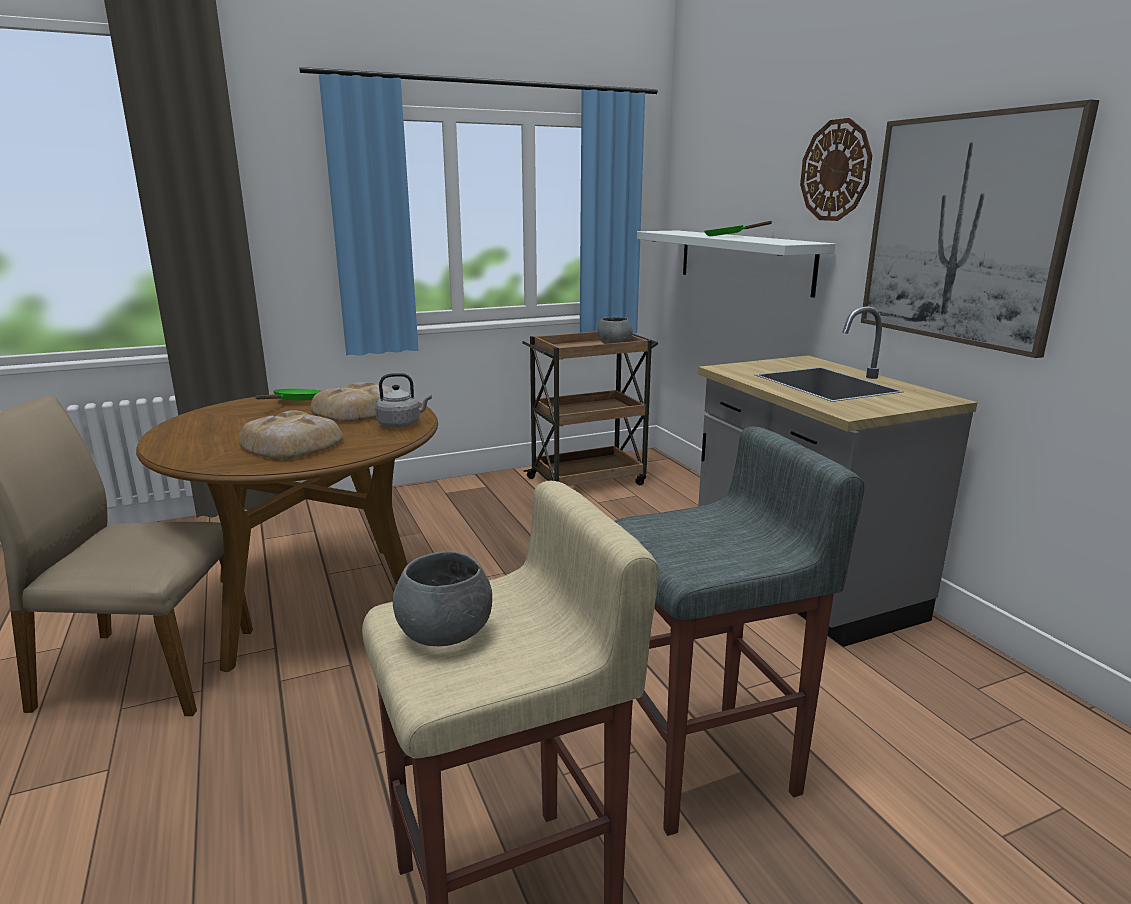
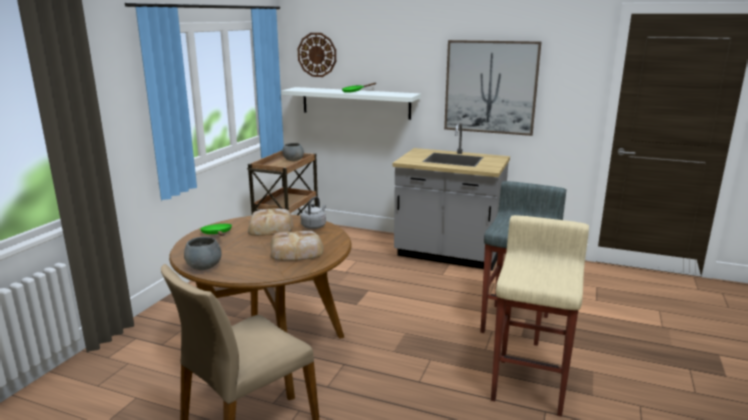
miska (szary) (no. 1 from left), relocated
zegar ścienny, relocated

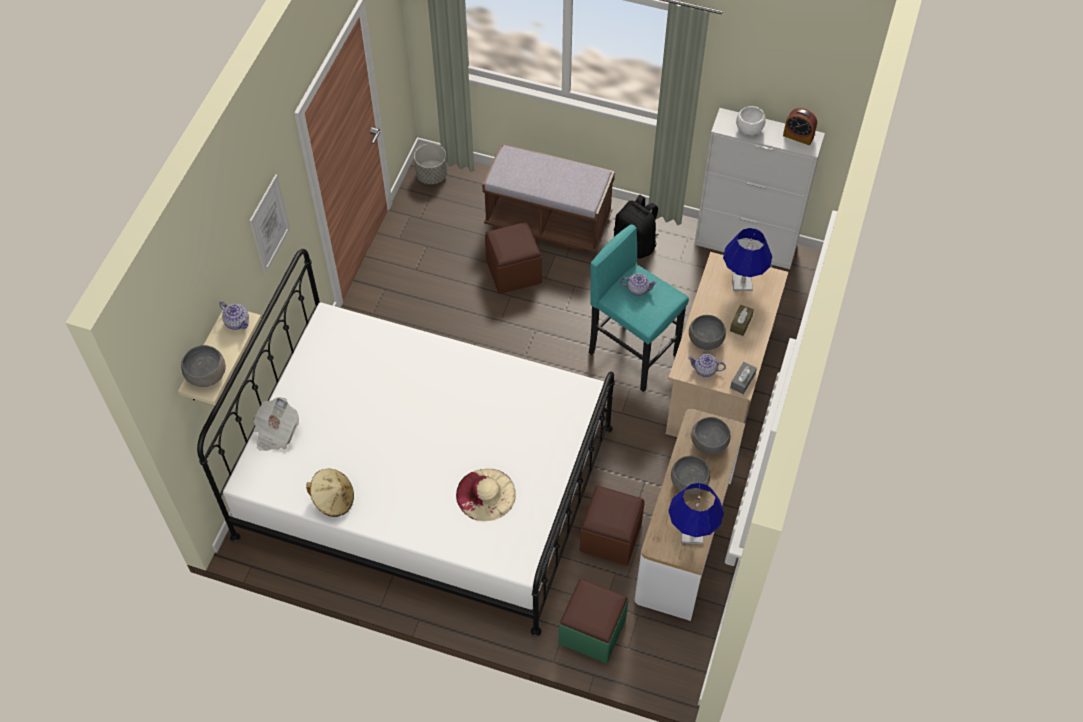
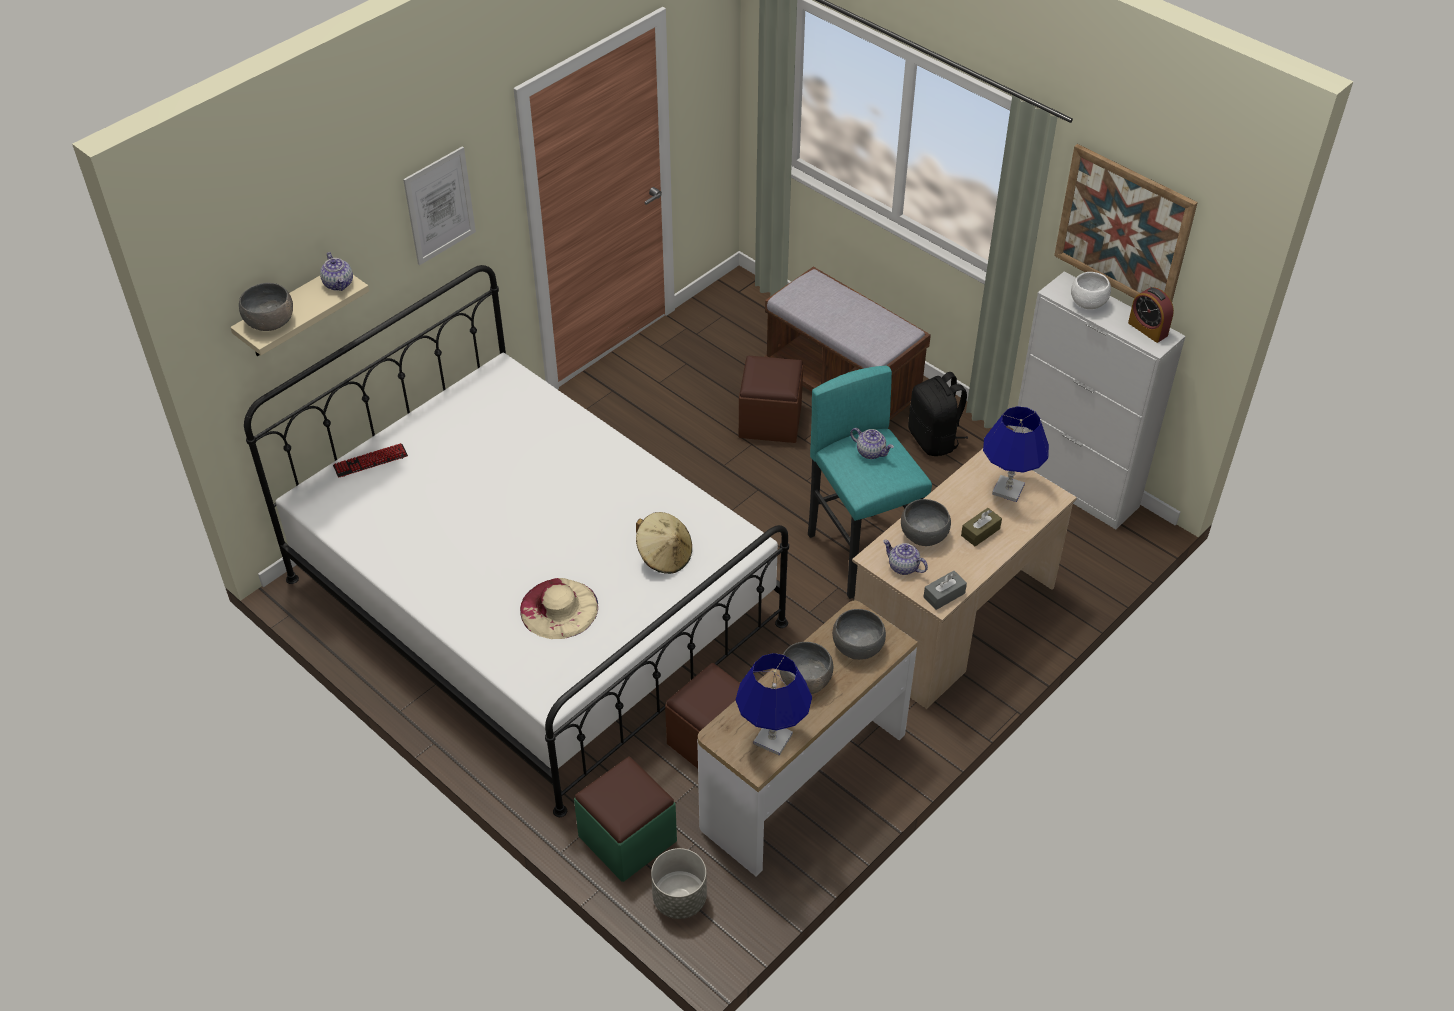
gazeta → klawiatura
kapelusz (beżowy) (no. 1 from left in the first image) → kapelusz (beżowy) (no. 2 from left), relocated
donica (szary), relocated
- → obraz (no. 2 from left)

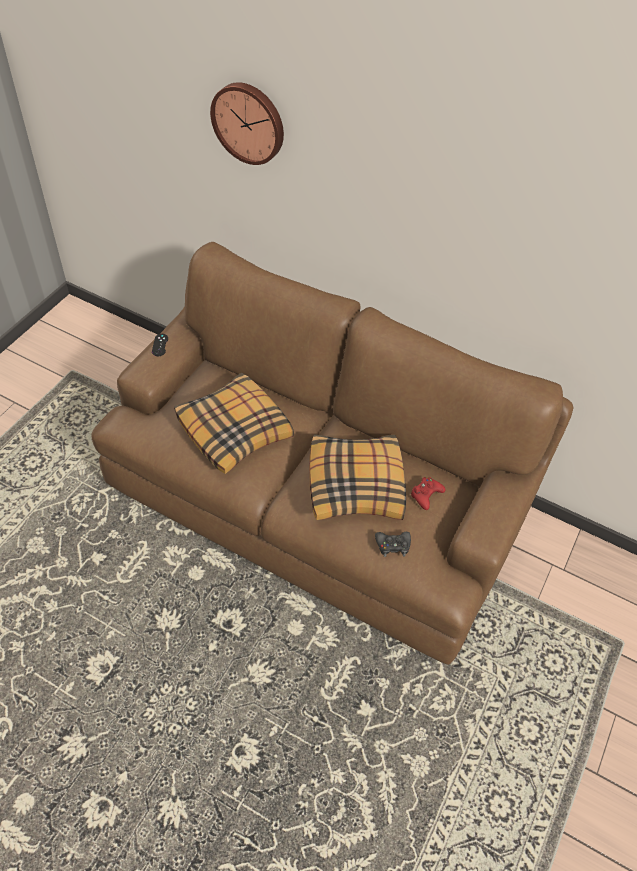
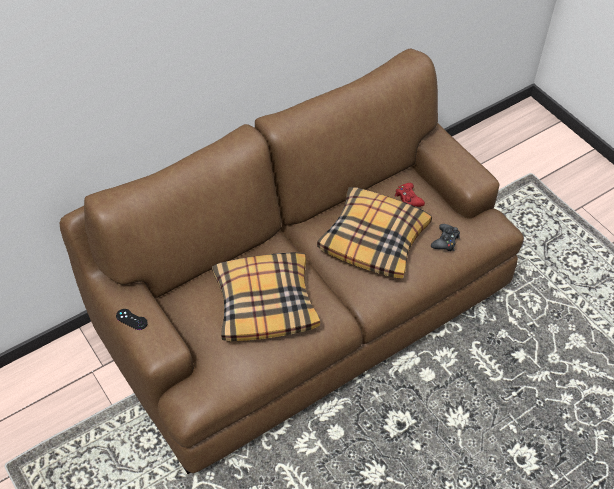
zegar ścienny → -

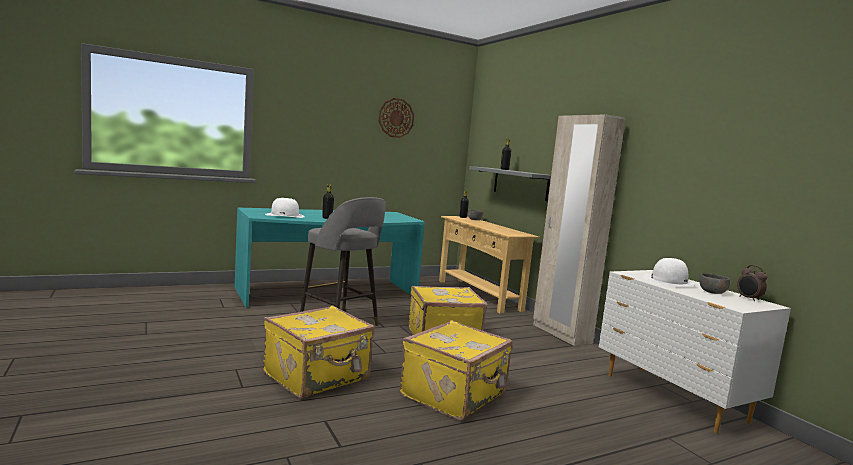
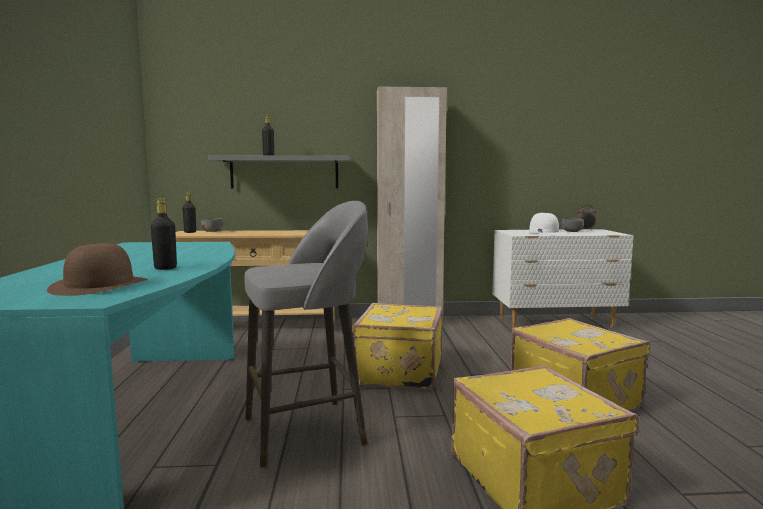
kapelusz (biały) (no. 1 from left) → kapelusz (brązowy)
zegar ścienny → -

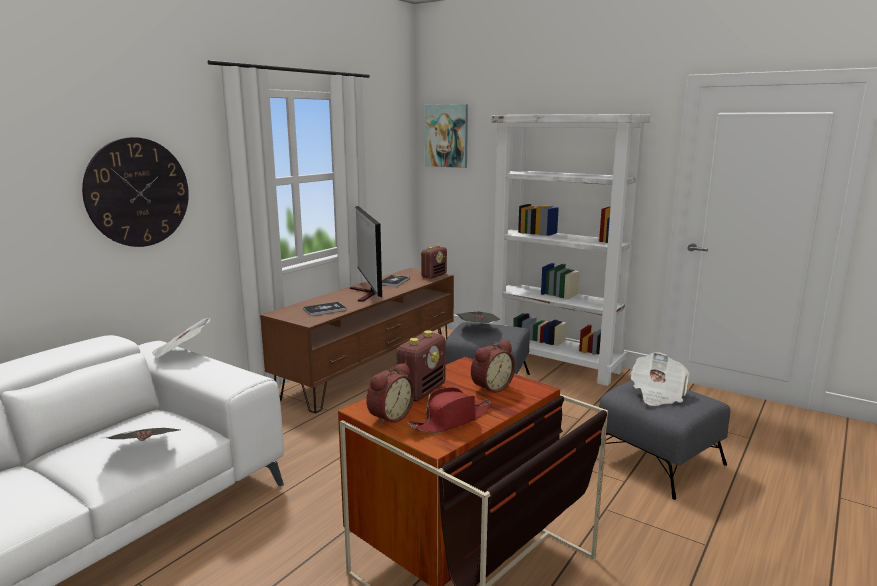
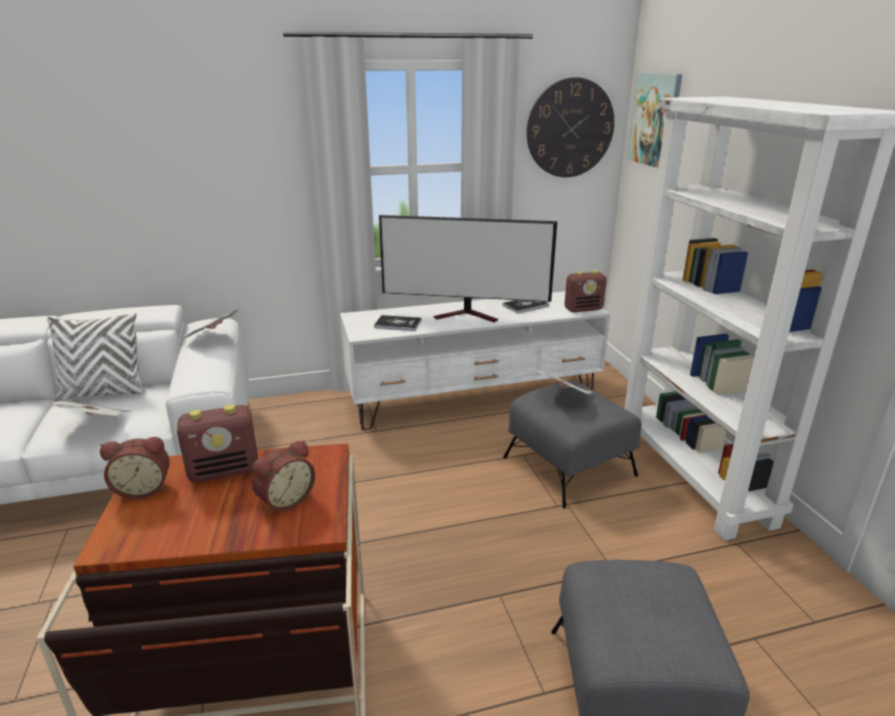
- → poduszka (biały)
budzik (no. 2 from left), 45 degrees counterclockwise
szafka pod telewizor (brązowy) → szafka pod telewizor (biały)
telewizor, 105 degrees counterclockwise
zegar ścienny, relocated
kapelusz (czerwony) → -
gazeta (no. 4 from left) → -

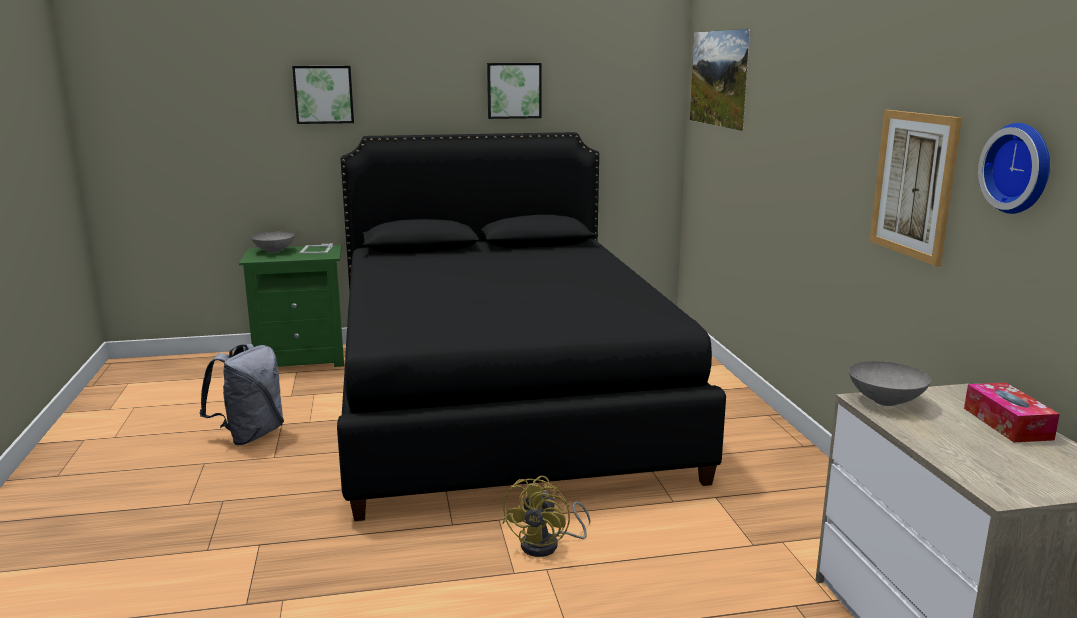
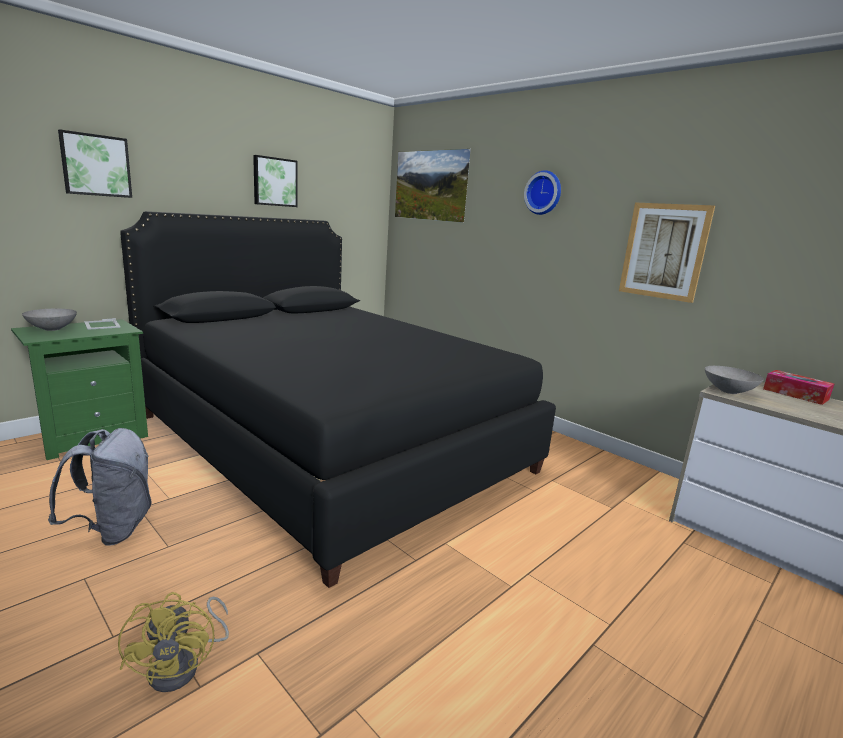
wentylator (żółty), relocated
zegar ścienny, relocated

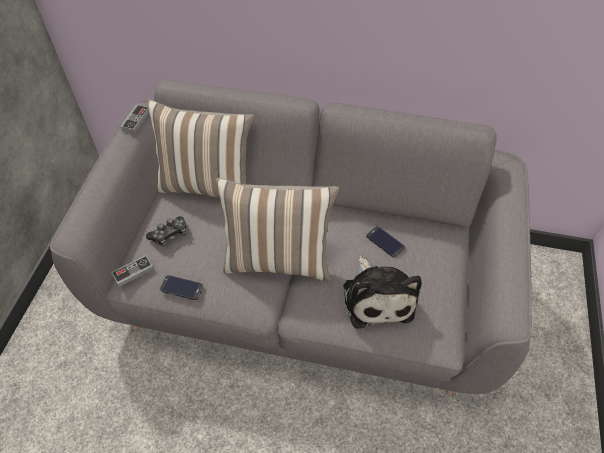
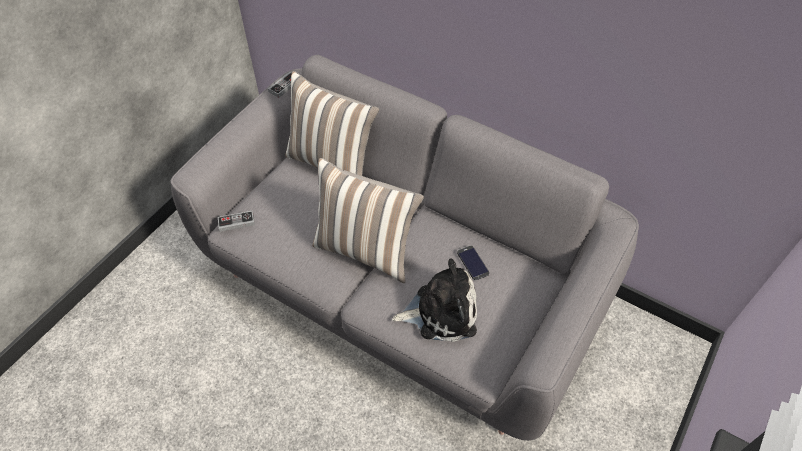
pluszak, 105 degrees counterclockwise
pad do gier (no. 3 from left) → -
telefon (no. 1 from left) → -

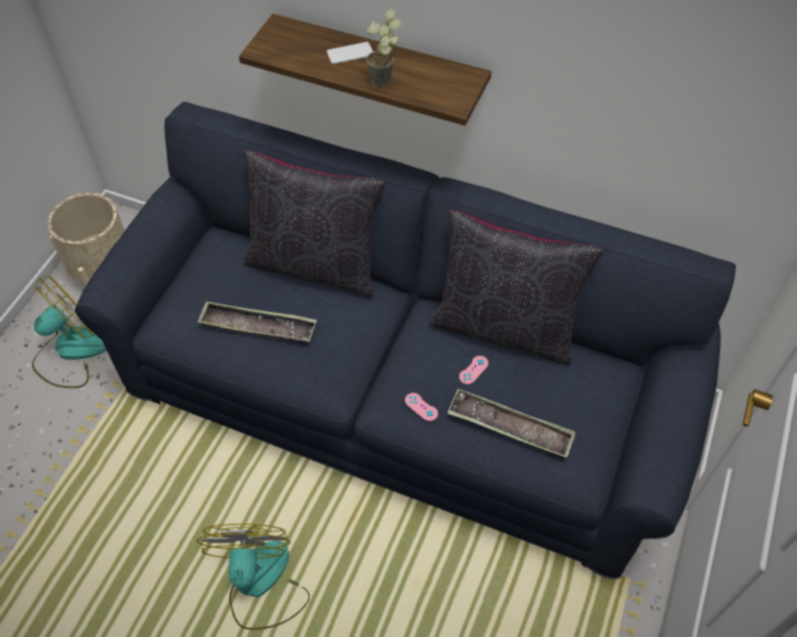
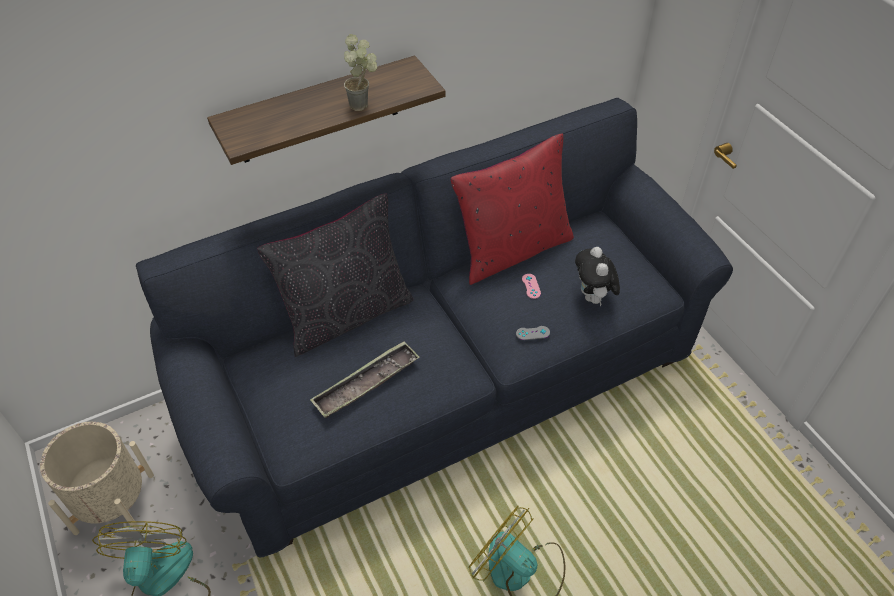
poduszka (czarny) (no. 2 from left) → poduszka (czerwony)
pad do gier (różowy) (no. 1 from left) → pad do gier (szary)
taca (no. 2 from left) → pluszak
telefon → -

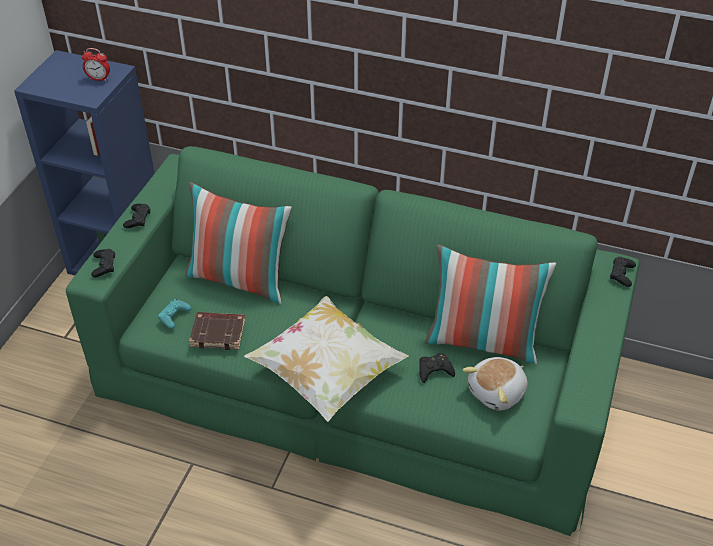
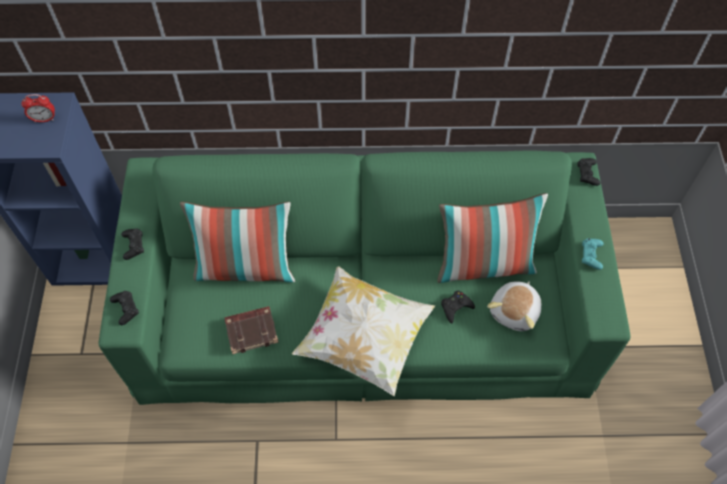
pad do gier (turkusowy), relocated

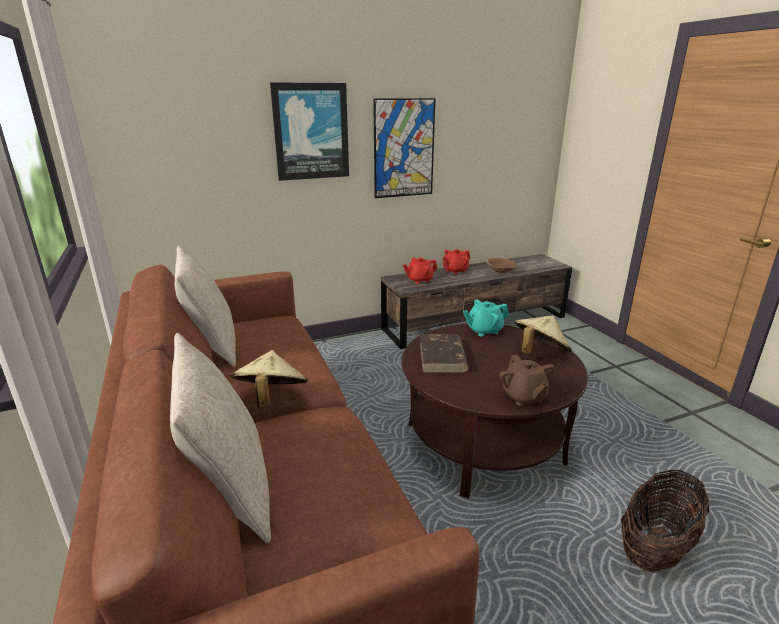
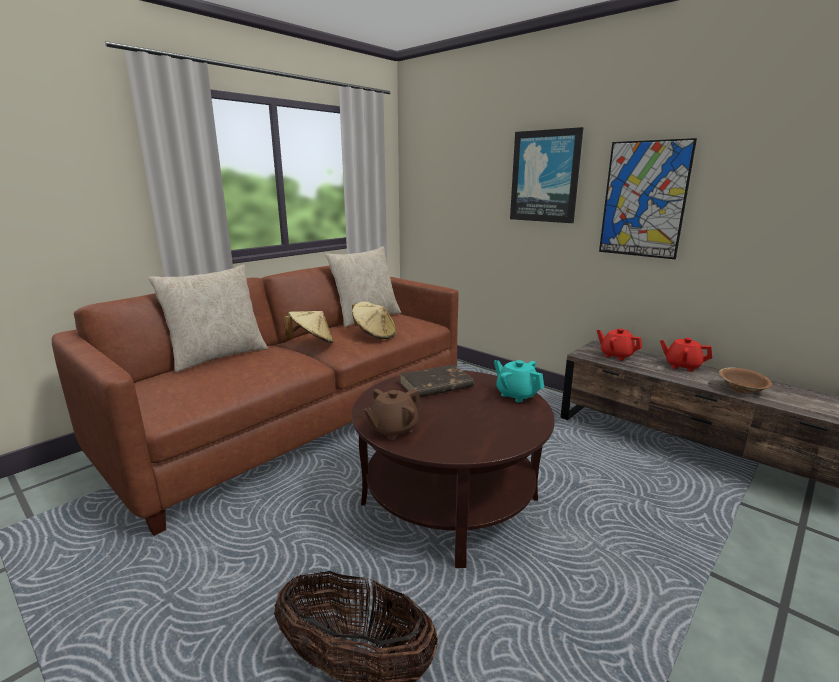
kapelusz (beżowy) (no. 2 from left), relocated

